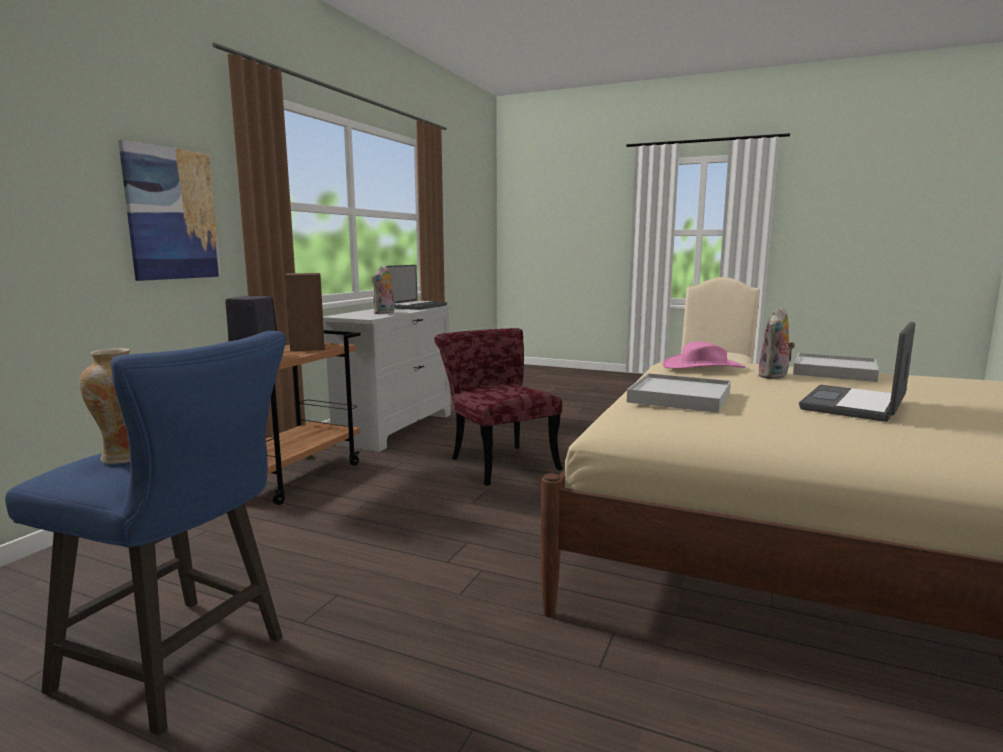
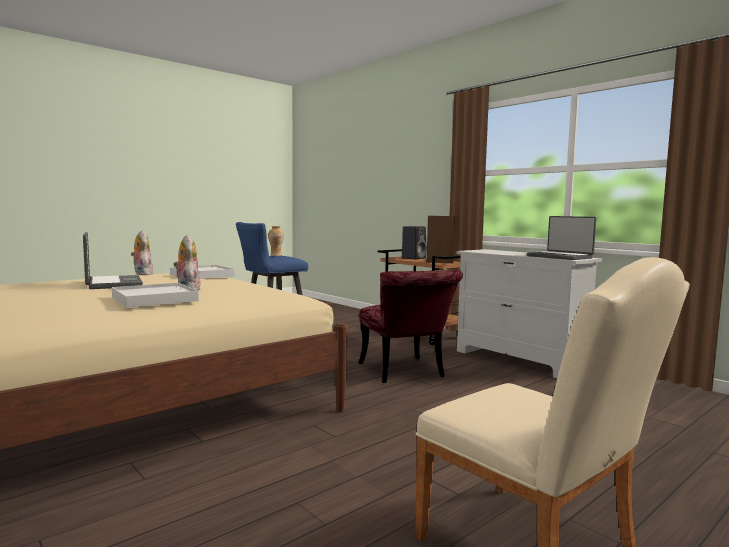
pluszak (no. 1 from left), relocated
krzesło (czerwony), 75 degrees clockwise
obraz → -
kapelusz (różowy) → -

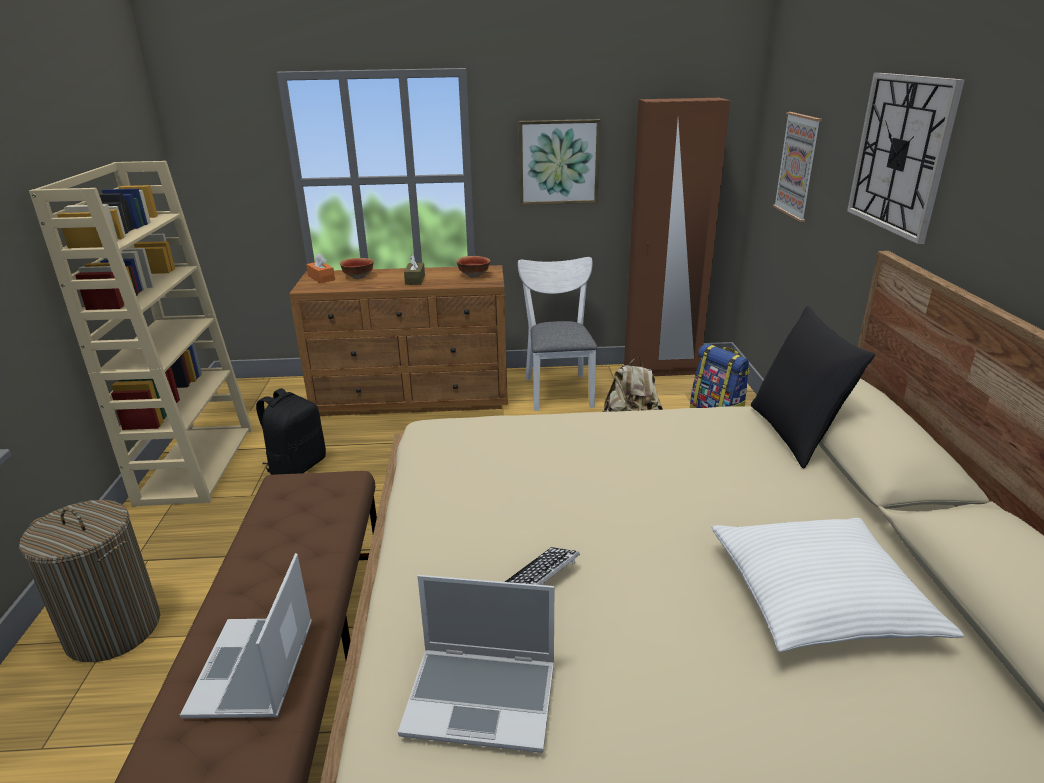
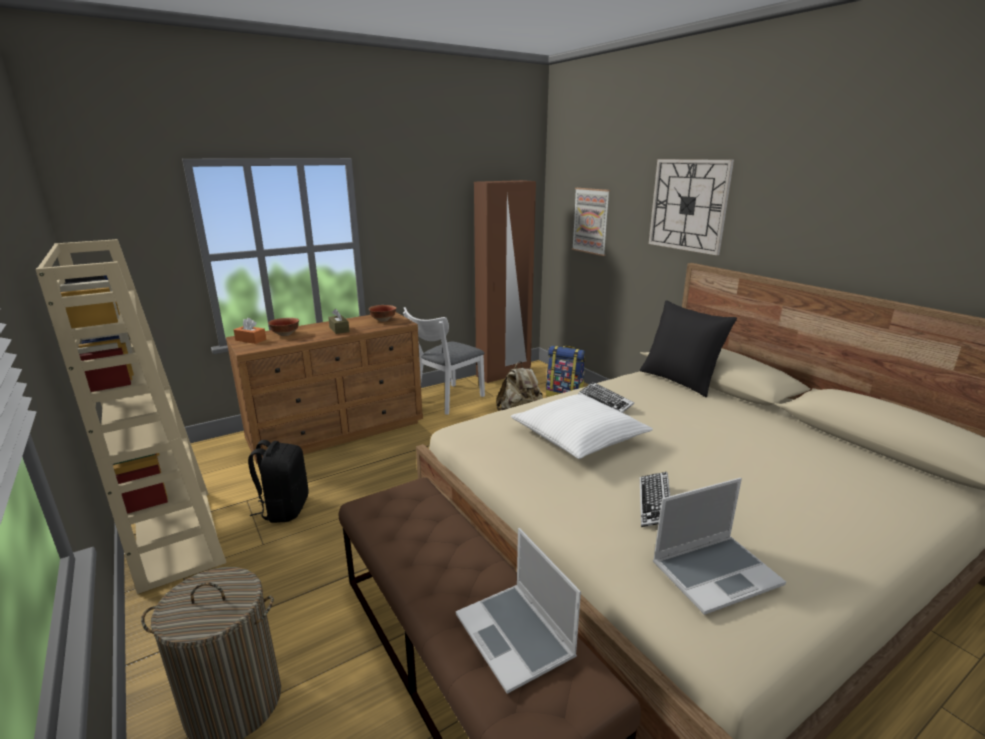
krzesło (biały), 105 degrees counterclockwise
poduszka (biały), relocated
- → klawiatura (no. 1 from left)
obraz (no. 1 from left) → -

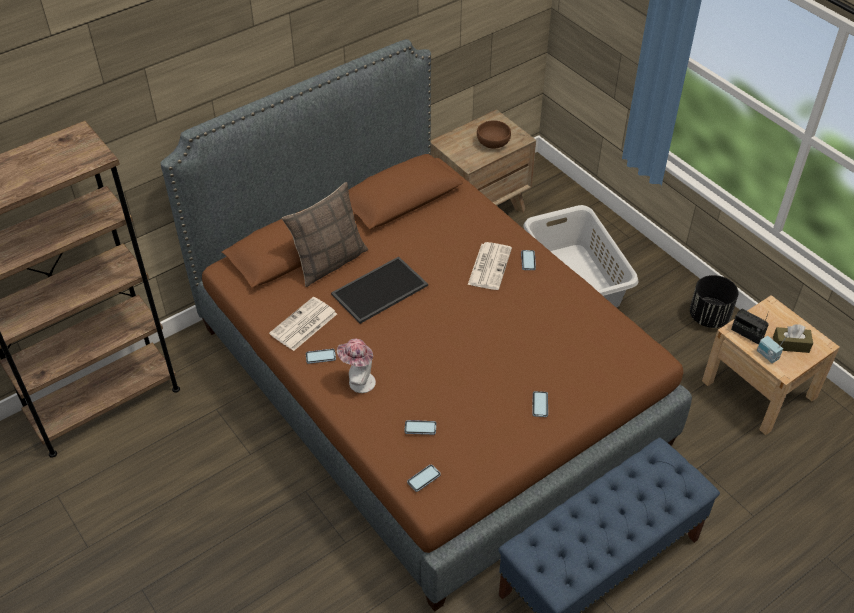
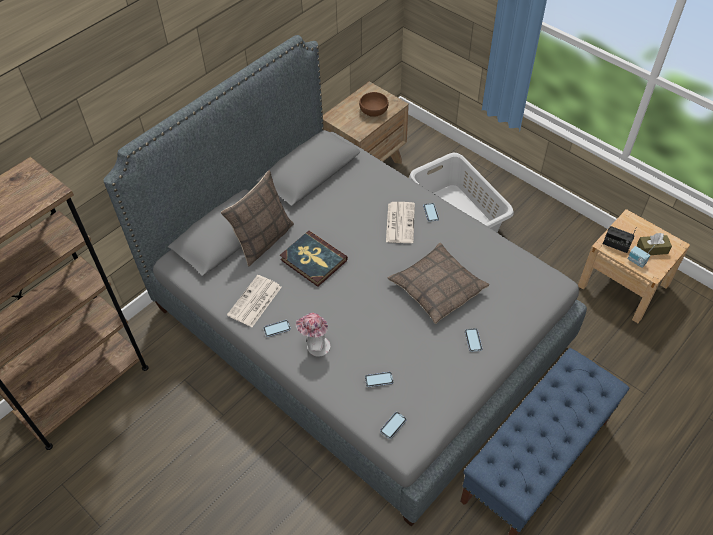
łóżko (brązowy) → łóżko (szary)
taca → książka
- → poduszka (no. 2 from left)
donica (czarny) → -

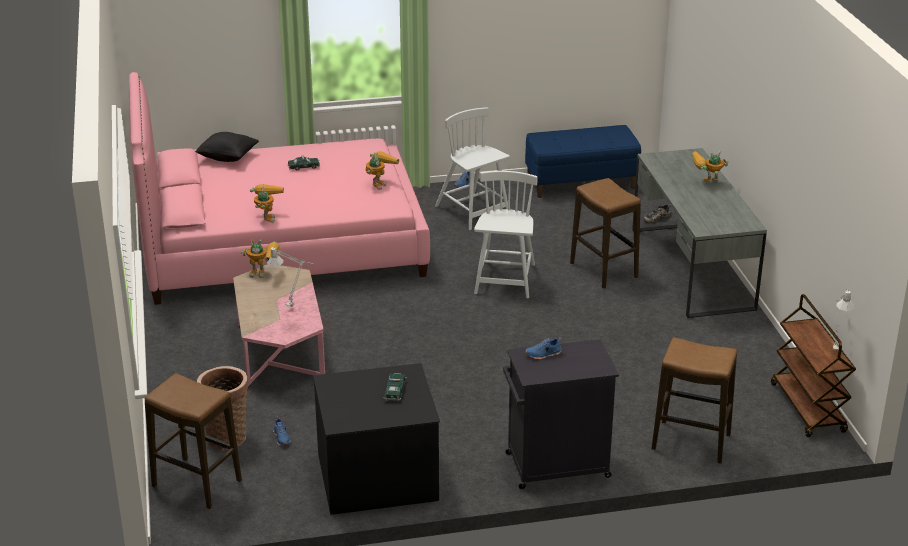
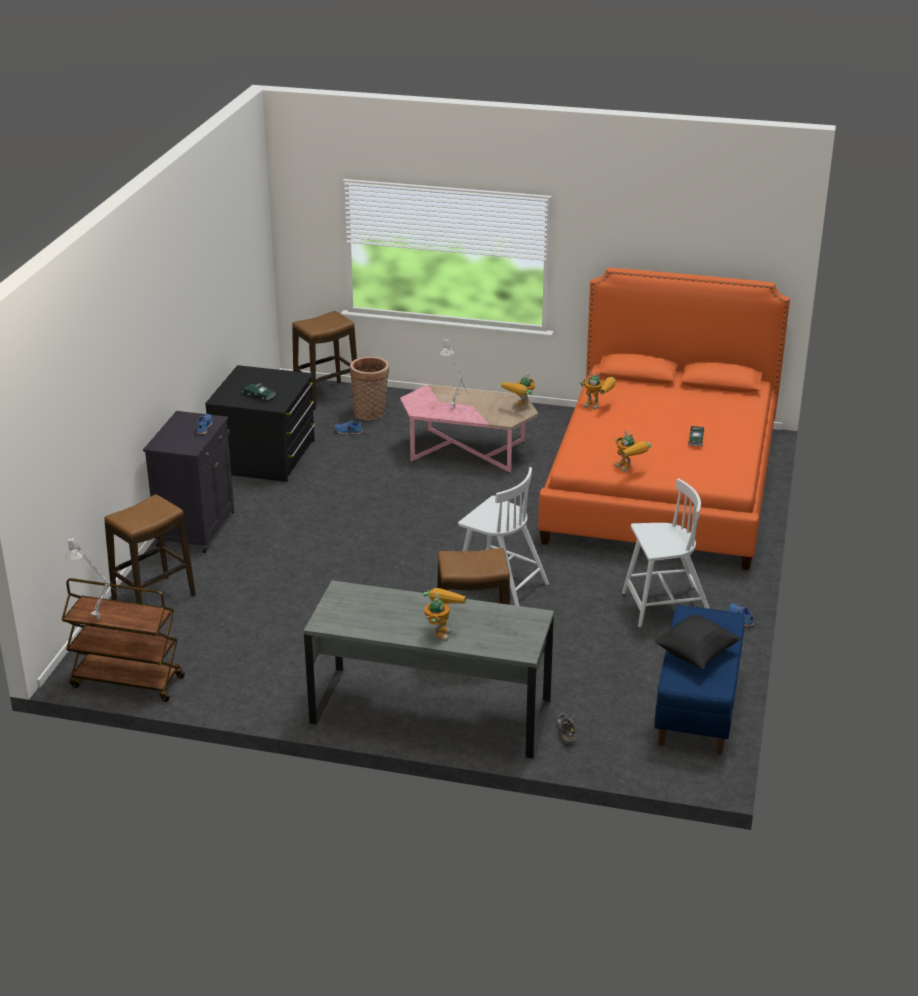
łóżko (różowy) → łóżko (pomarańczowy)
poduszka (czarny), relocated

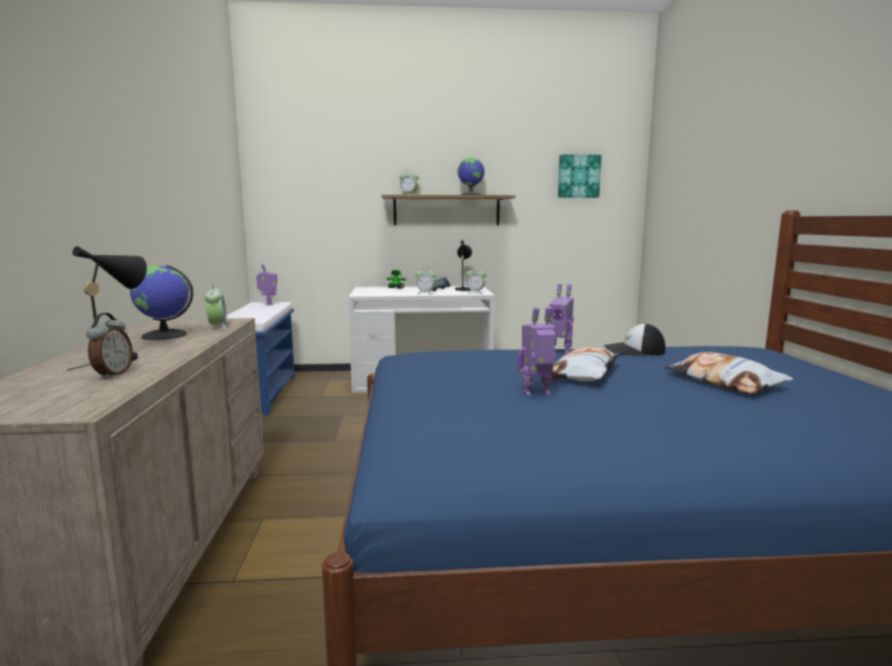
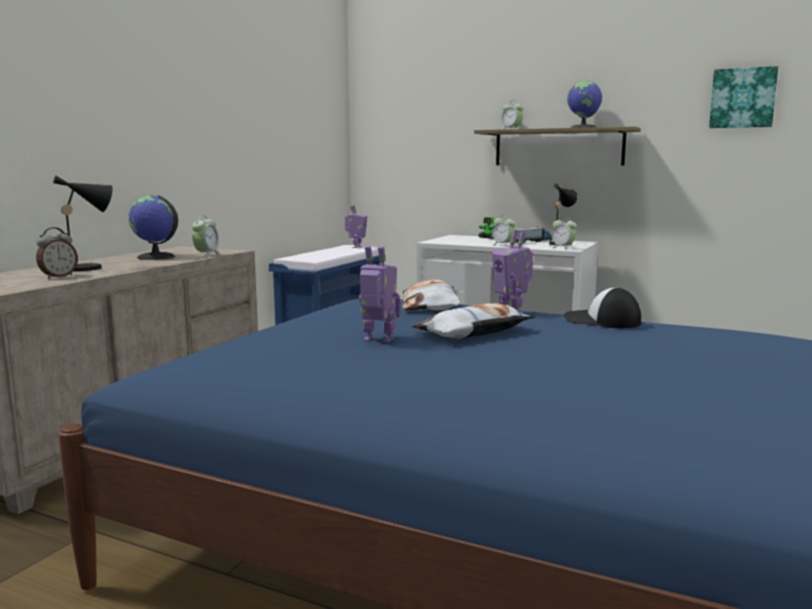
poduszka (no. 2 from left in the first image) → poduszka (no. 1 from left), relocated

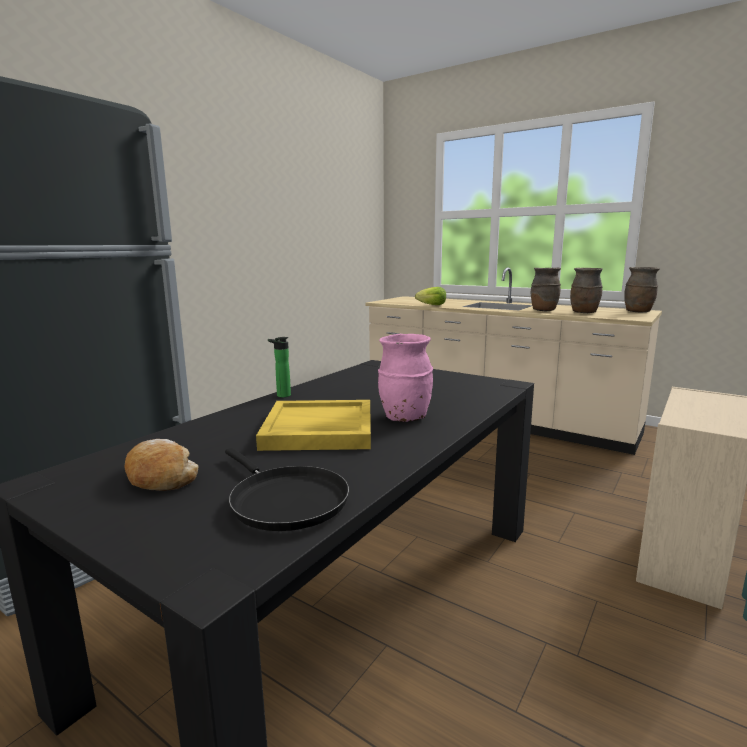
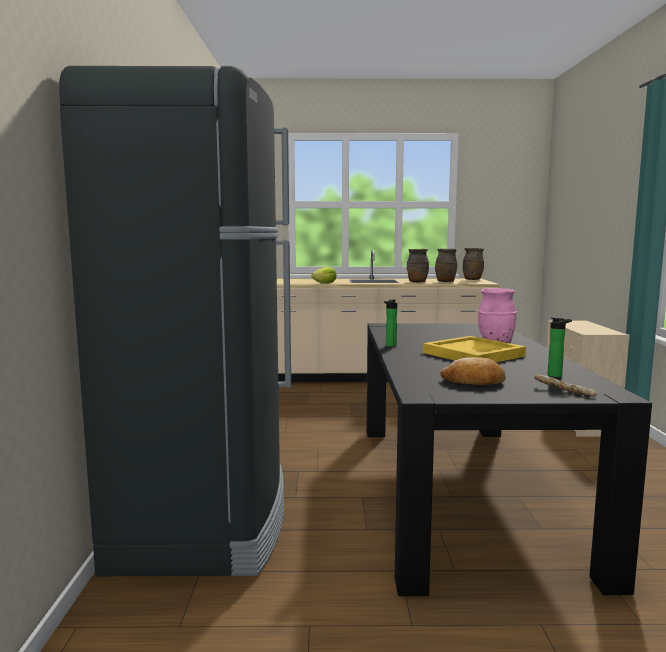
- → chleb (no. 2 from left)
patelnia (czarny) → butelka (no. 2 from left)

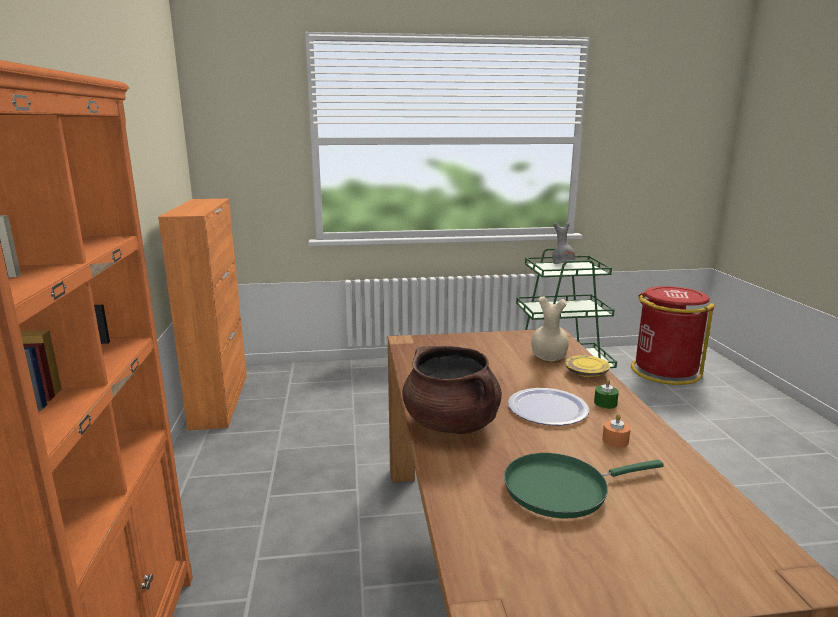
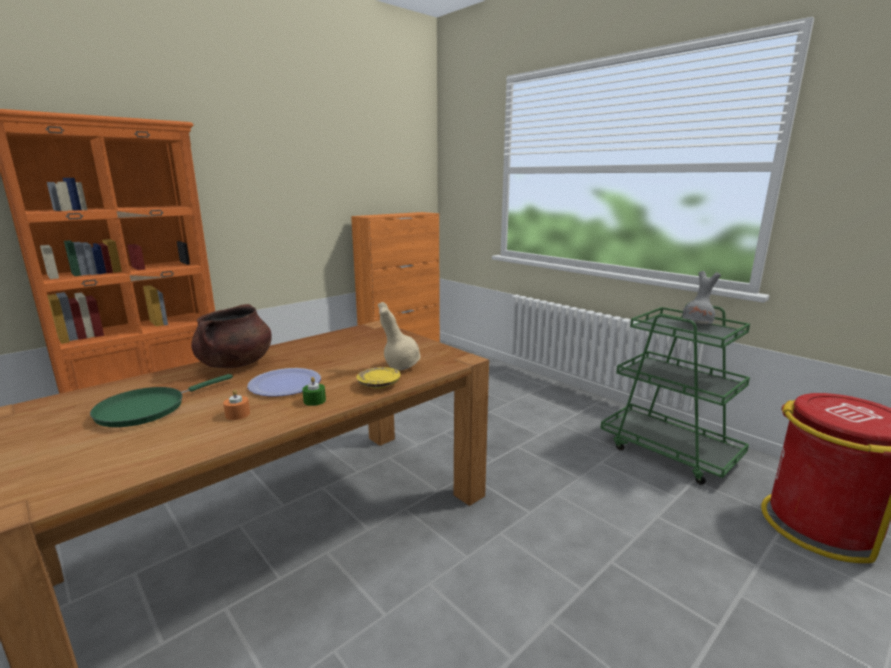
patelnia (zielony), 90 degrees counterclockwise

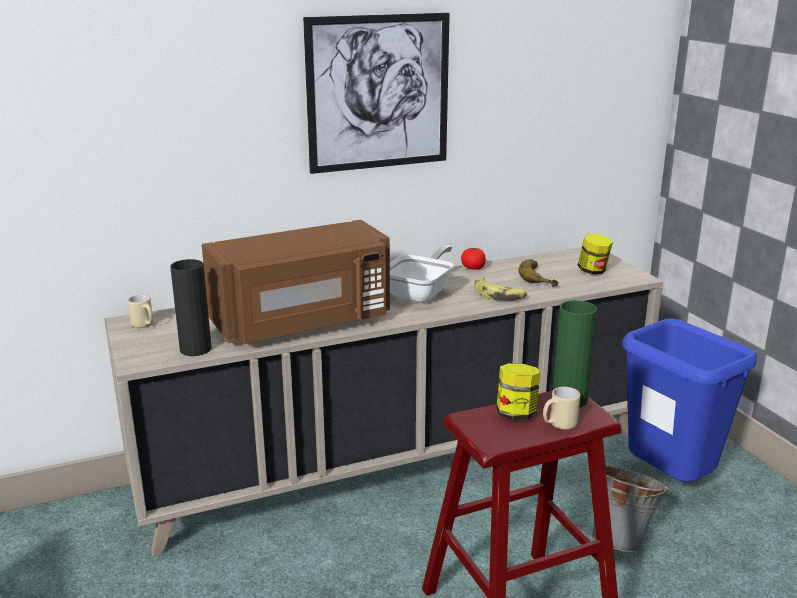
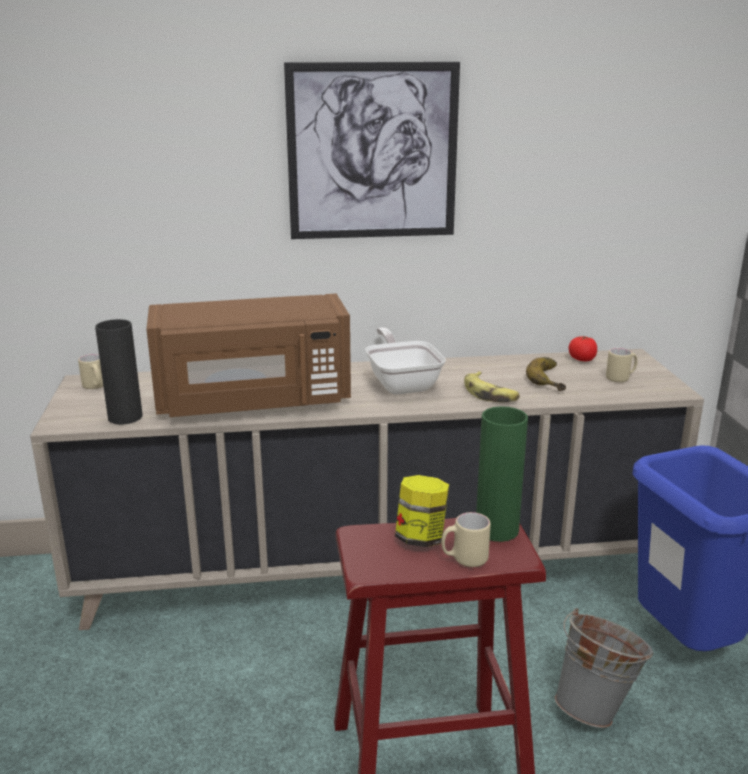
patelnia, 60 degrees counterclockwise
pomidor, relocated
słoik (no. 2 from left) → kubek (beżowy) (no. 3 from left)

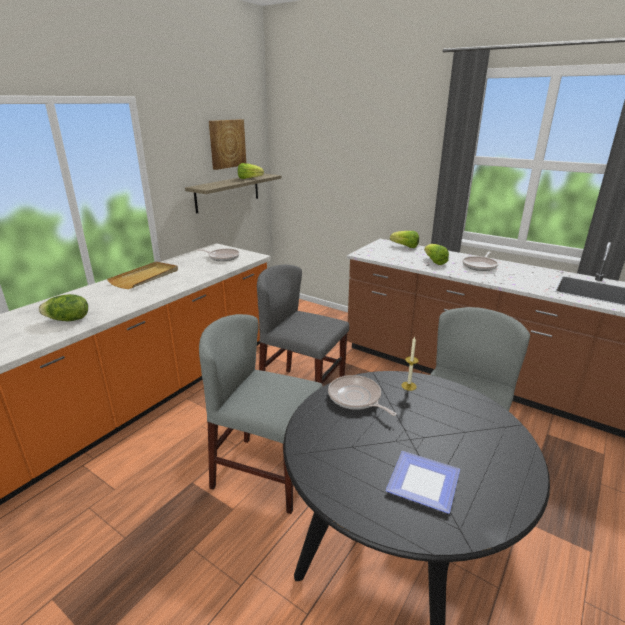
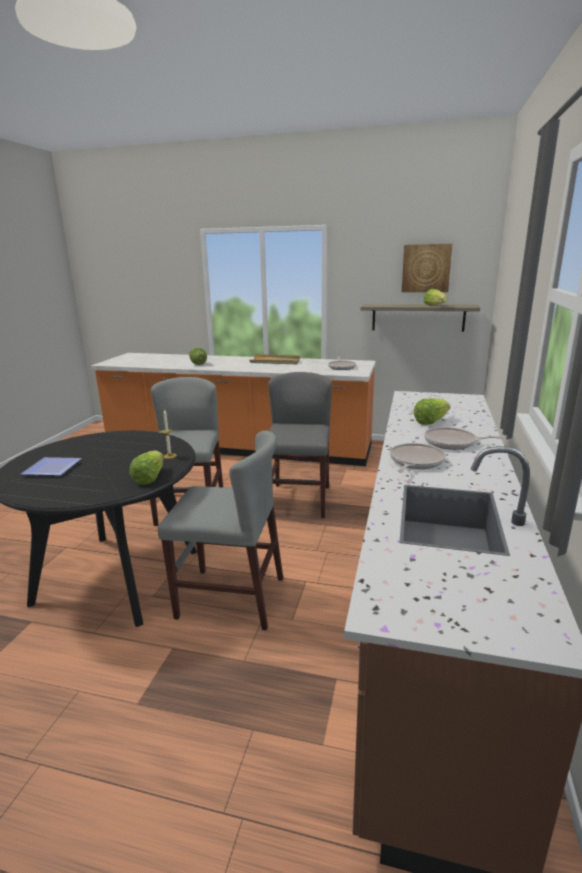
sałata (no. 3 from left in the first image) → sałata (no. 1 from left), relocated
patelnia (no. 2 from left), relocated

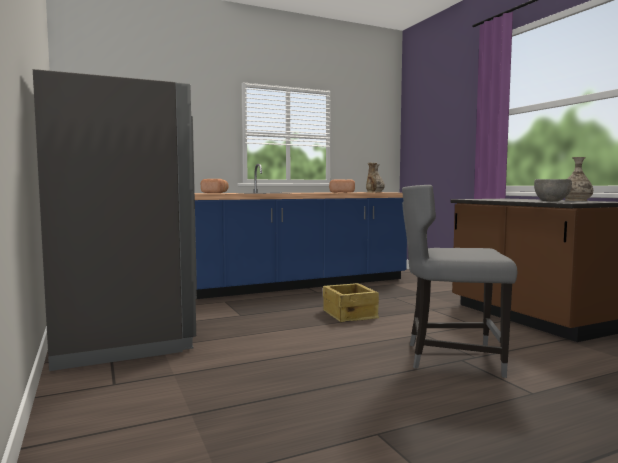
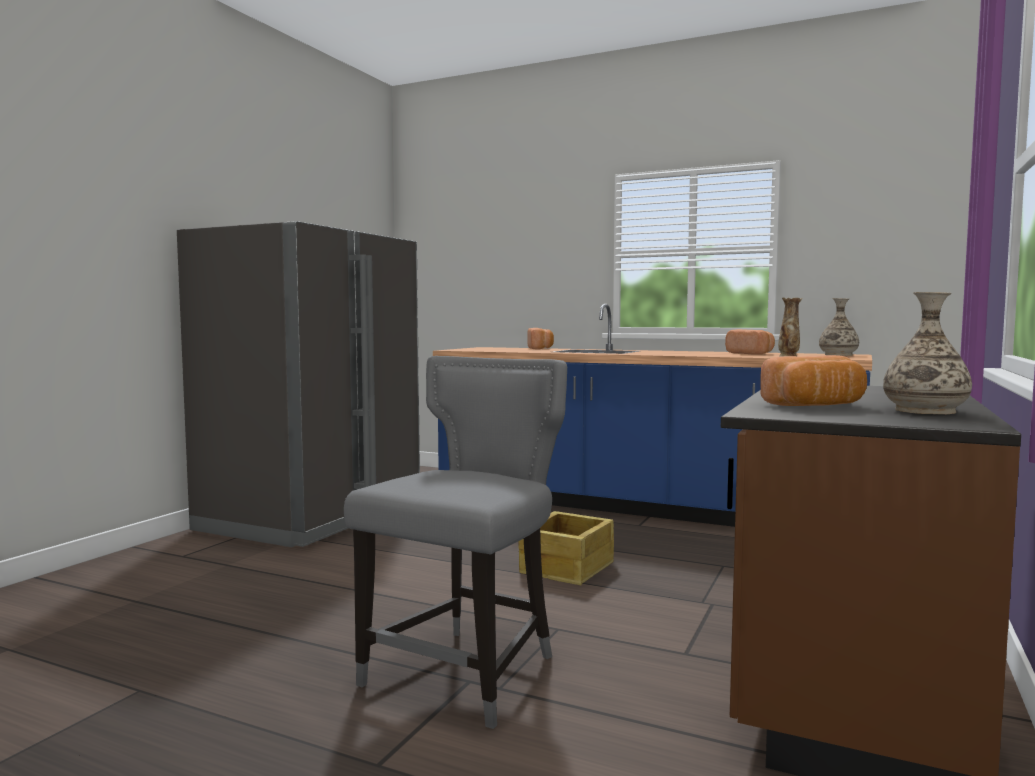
krzesło (szary), 60 degrees clockwise
miska (szary) → chleb (no. 3 from left)

